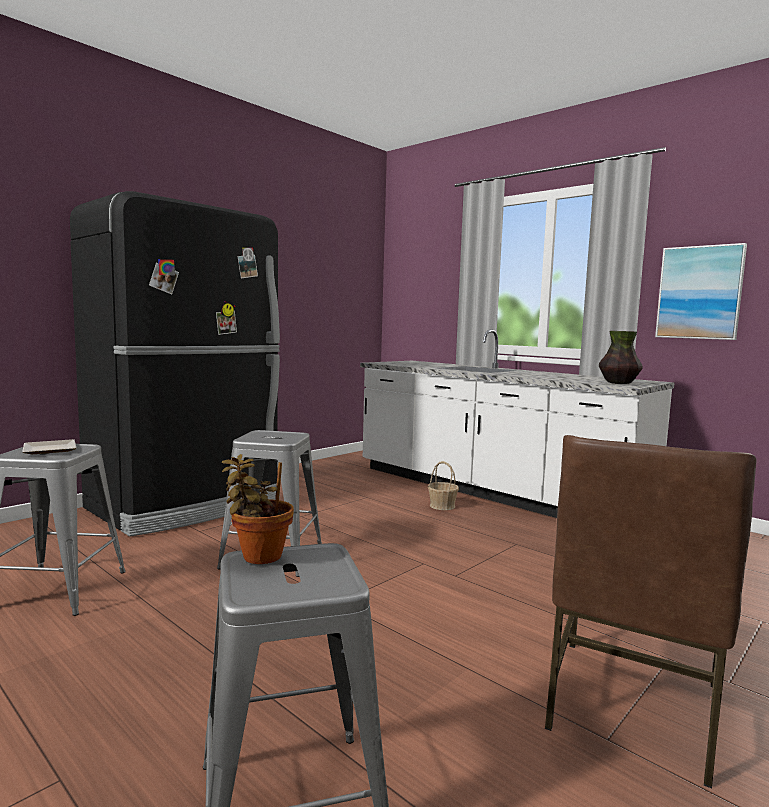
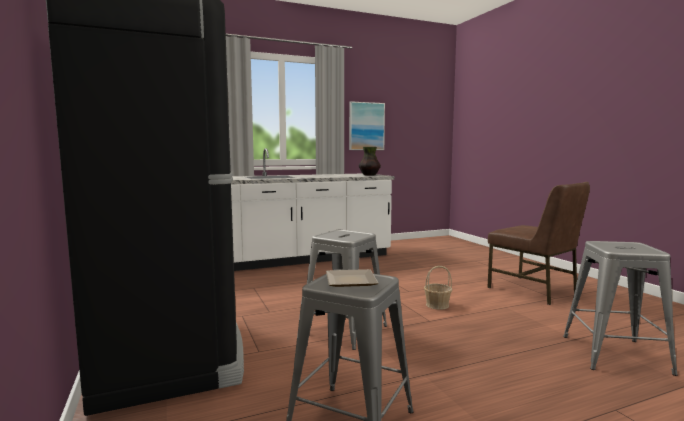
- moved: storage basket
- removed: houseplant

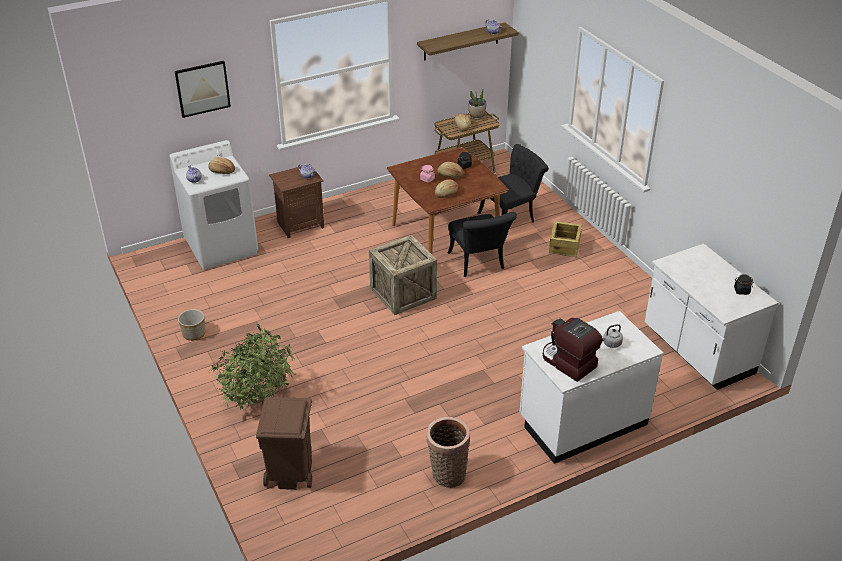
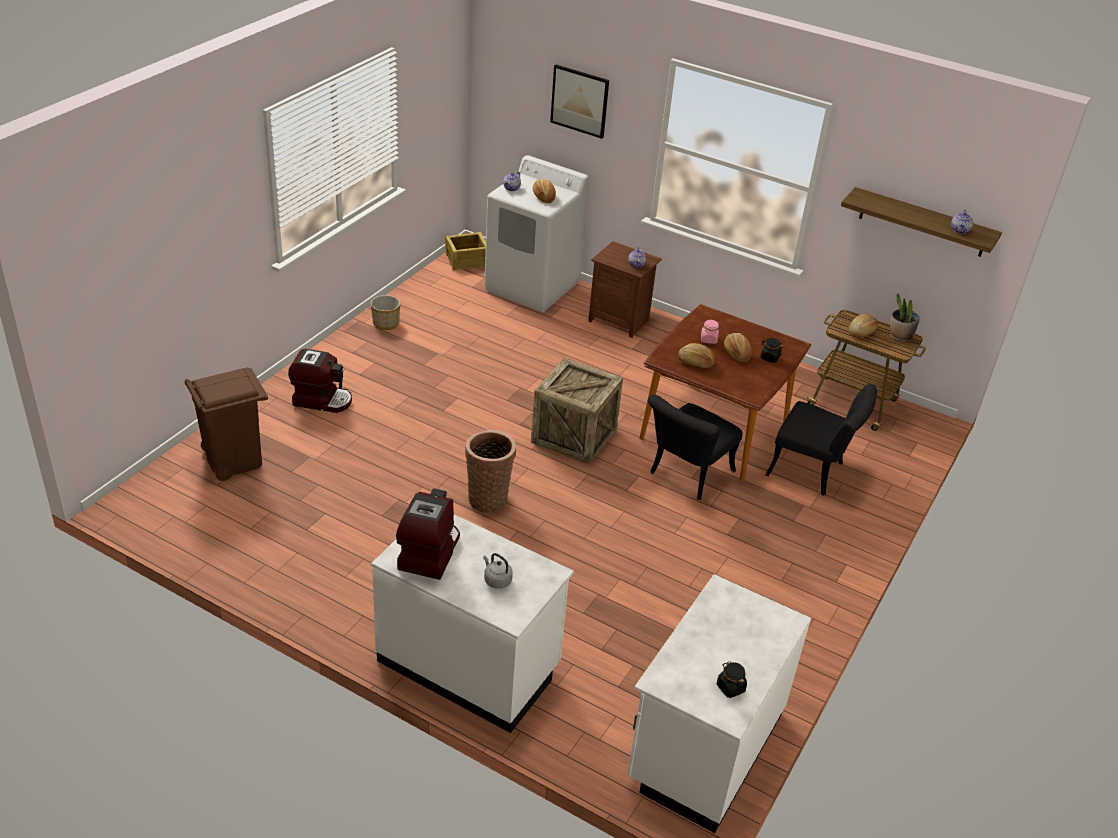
- replaced: houseplant (1st from left) to coffee brewer (1st from left)
- moved: crate (2nd from left in the first image) to crate (1st from left)
- moved: storage basket

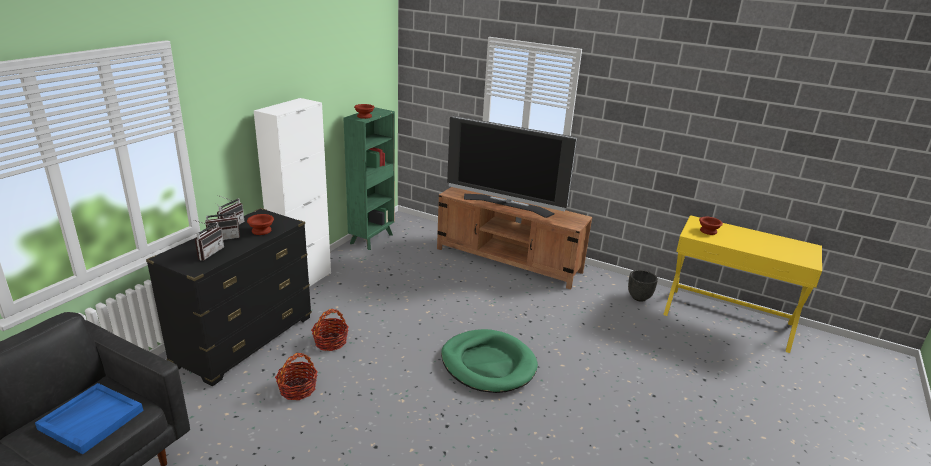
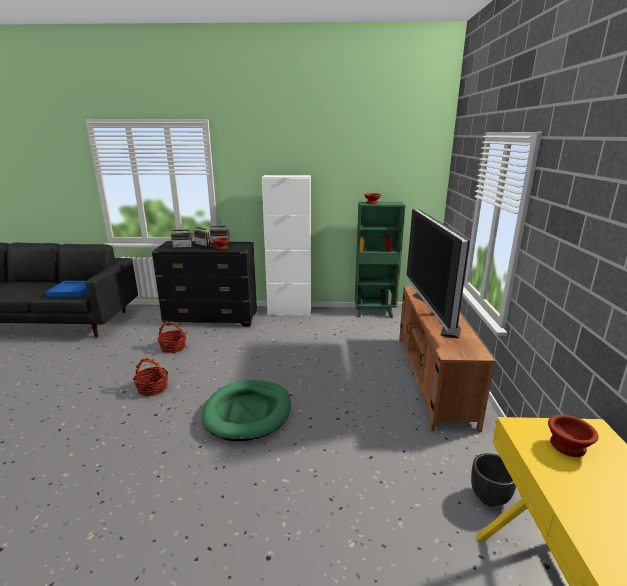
- moved: storage basket (2nd from left in the first image) to storage basket (1st from left)

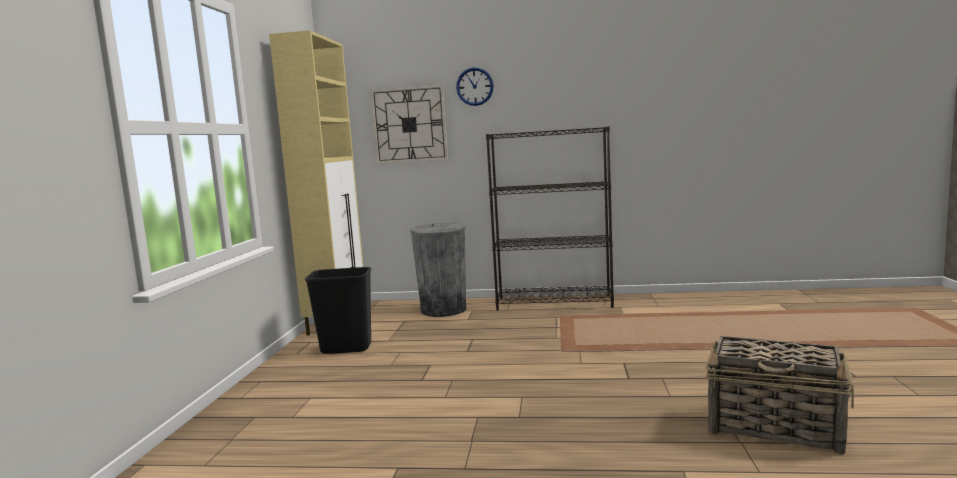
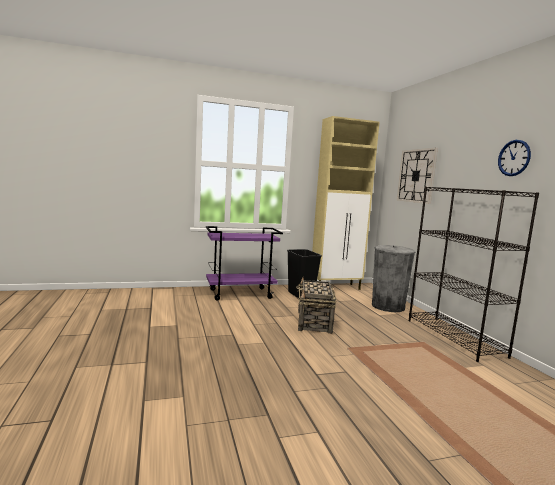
- added: purple-coloured cart
- moved: storage basket
- moved: wall clock (2nd from left)

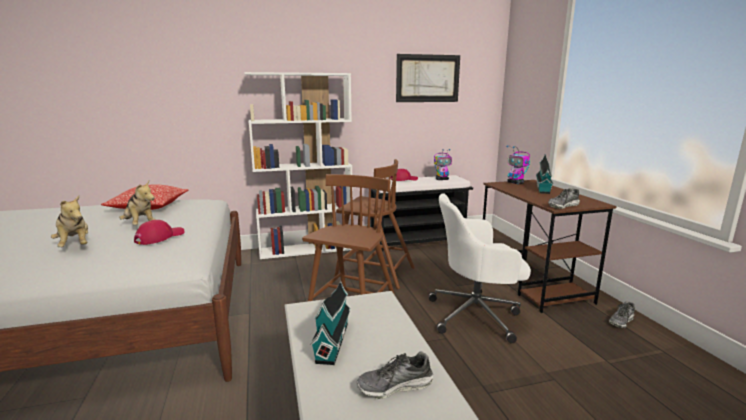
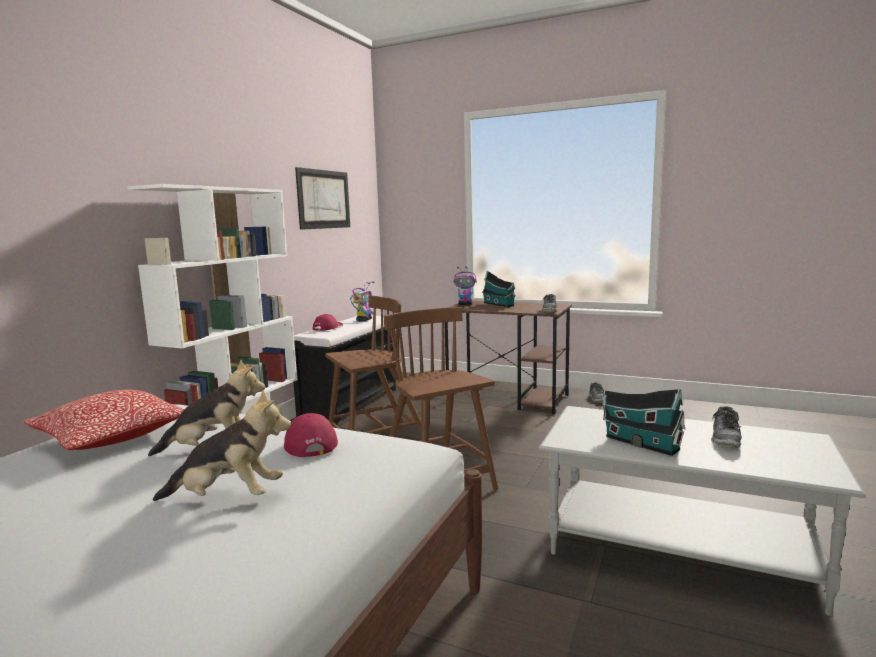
- removed: whitish office chair

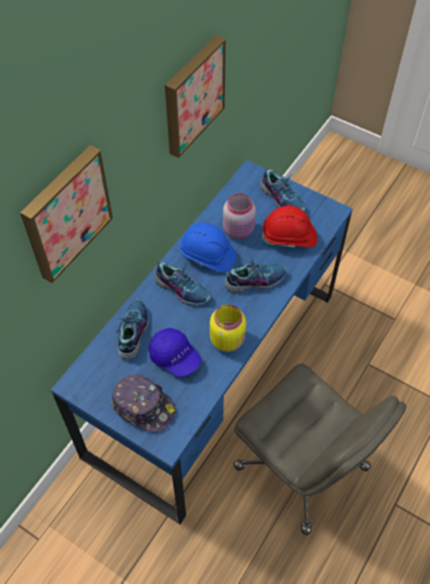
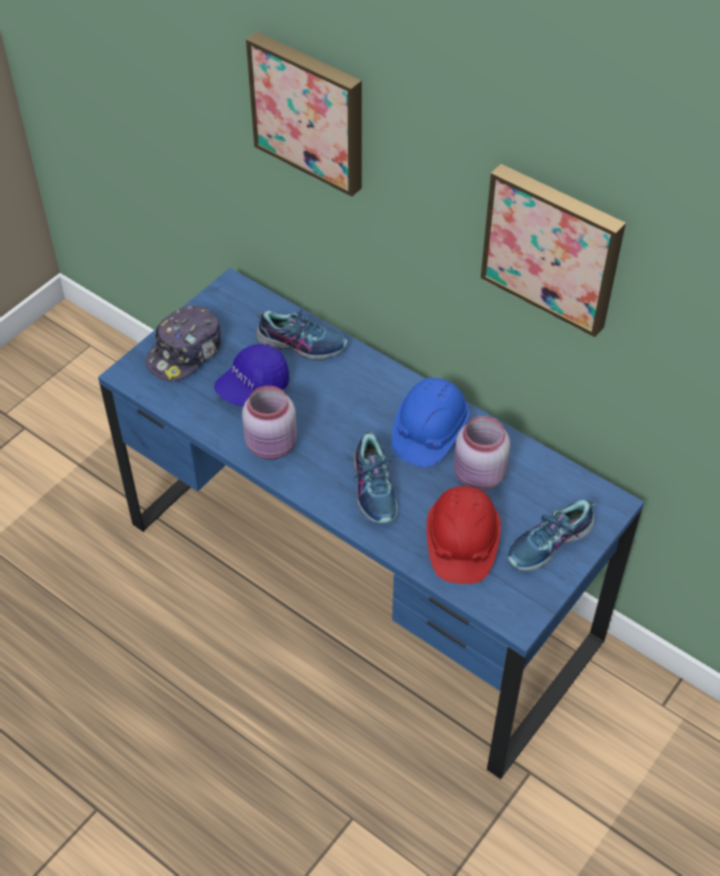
- recoloured: yellow-coloured storage jar to pink storage jar (1st from left)
- removed: item of footwear (2nd from left)
- removed: greyish office chair

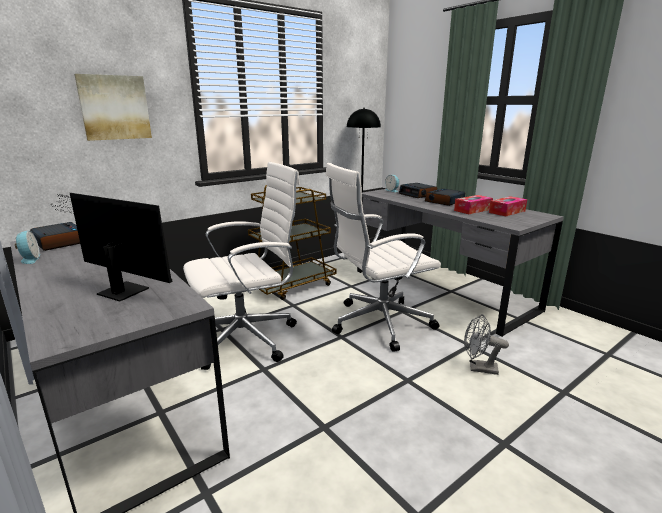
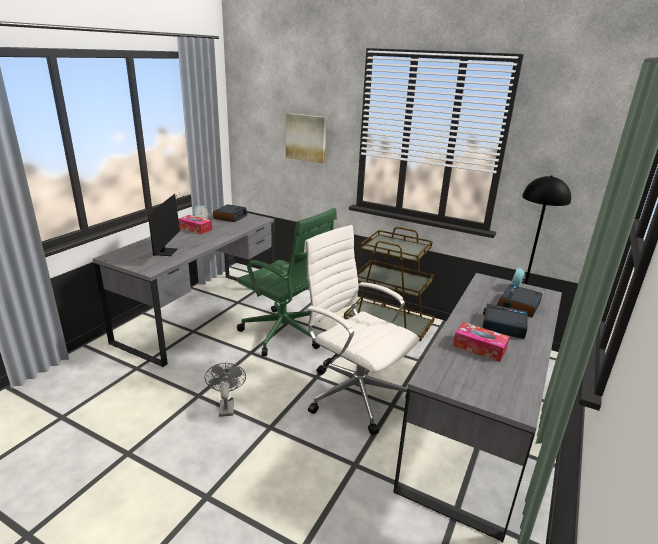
- moved: tissue holder (2nd from left in the first image) to tissue holder (1st from left)
- moved: greyish cooling fan
- recoloured: whitish office chair (1st from left) to green-coloured office chair

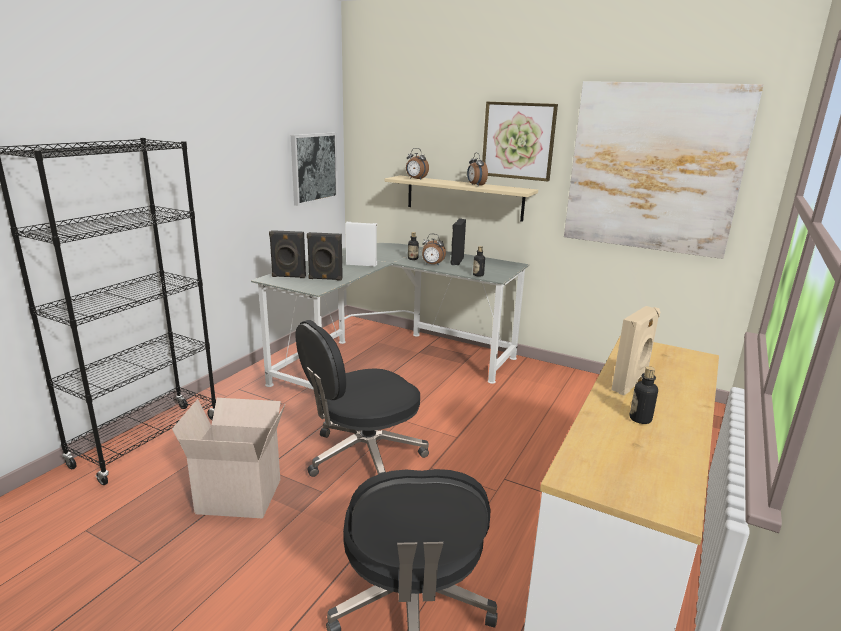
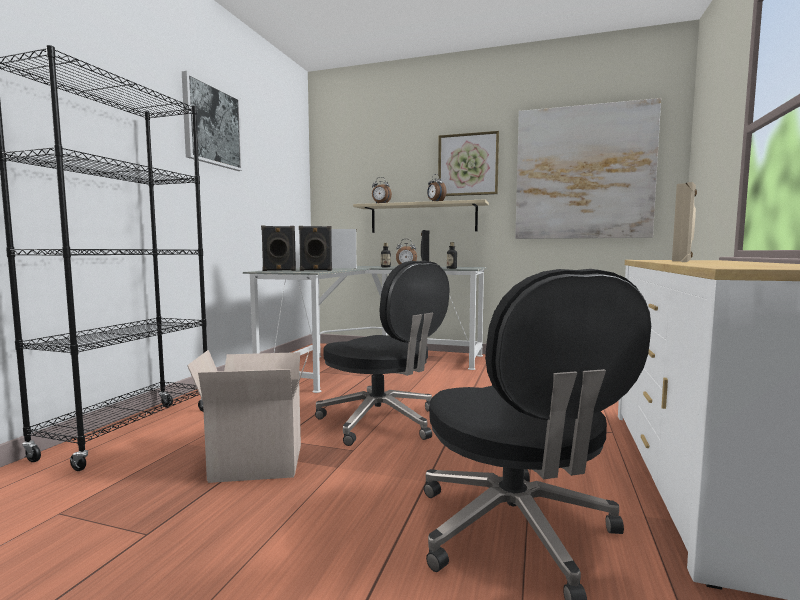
- moved: picture (1st from left)
- turned: blackish office chair (1st from left) 90 degrees counterclockwise
- removed: drink bottle (3rd from left)

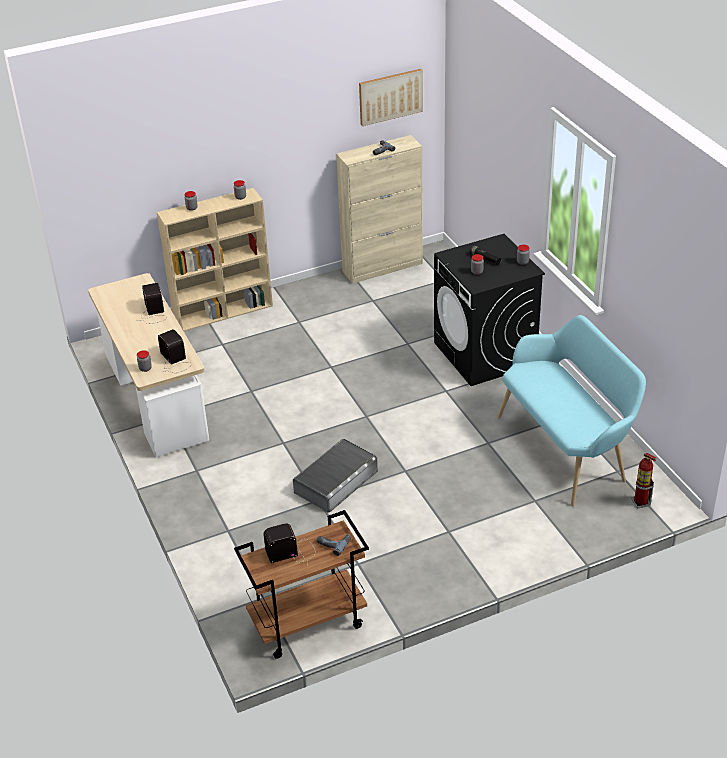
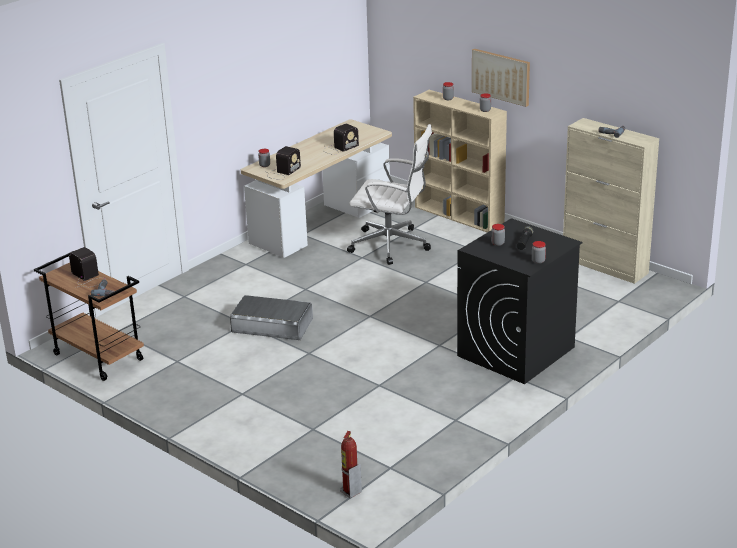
- added: whitish office chair
- moved: picture
- removed: blue-green long seat

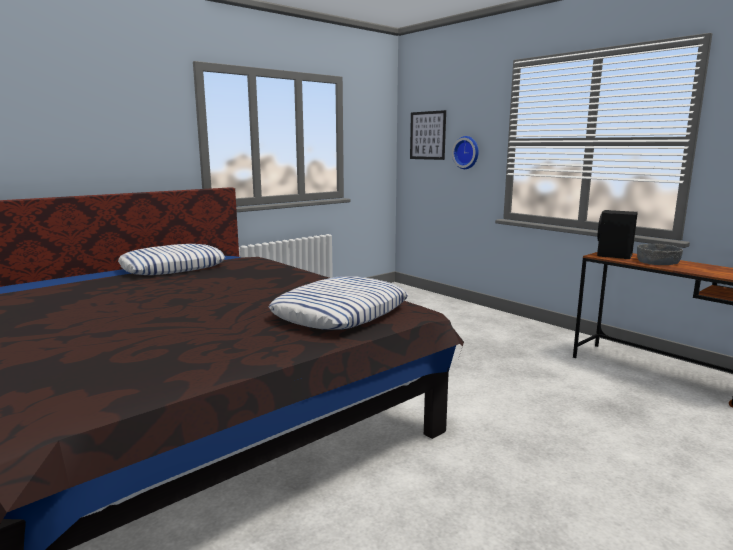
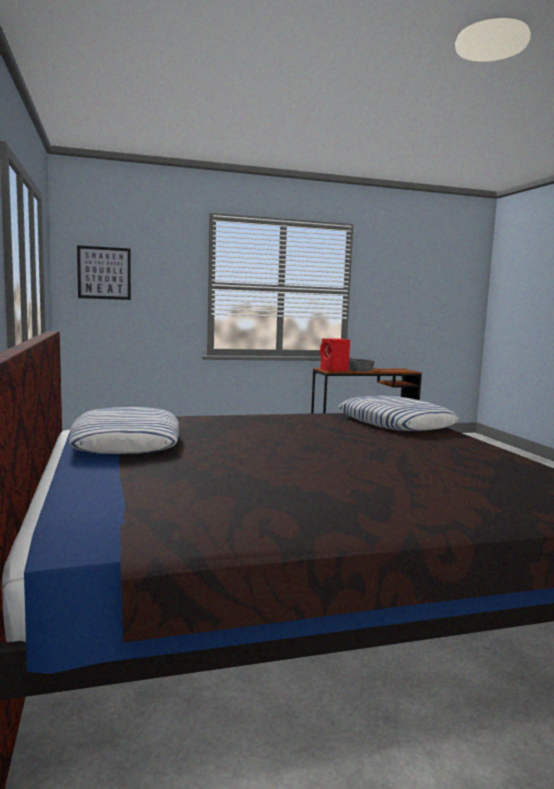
- recoloured: blackish audio speaker to red audio speaker
- removed: wall clock

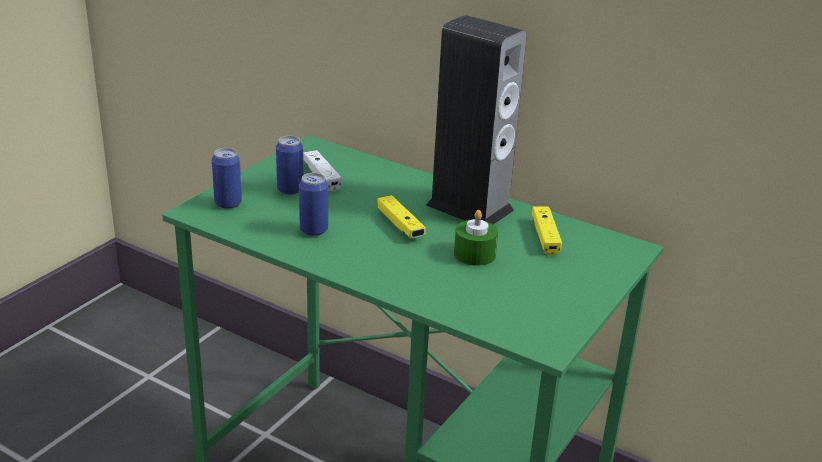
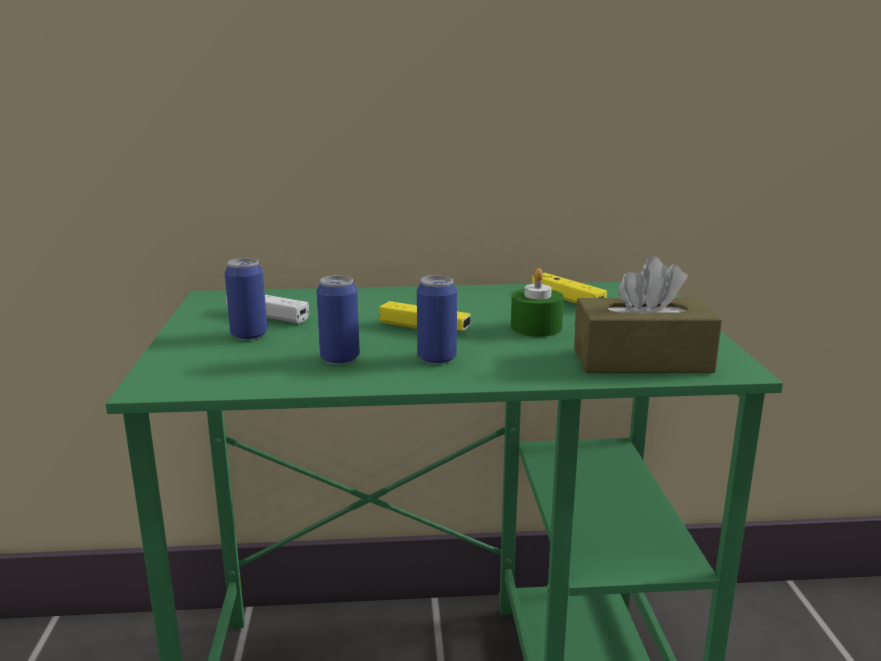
- moved: can (1st from left in the first image) to can (3rd from left)
- added: brown tissue holder
- removed: audio speaker

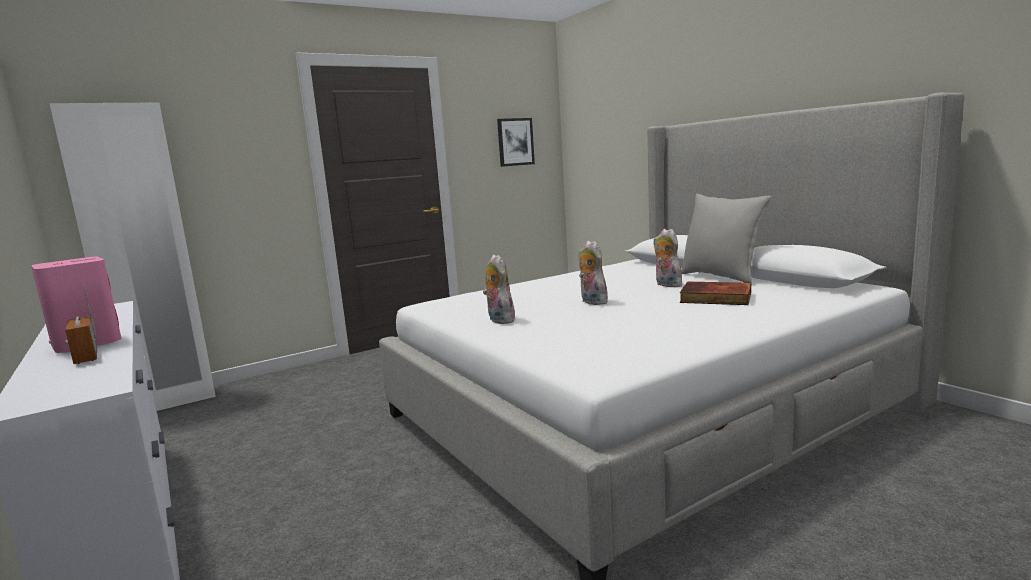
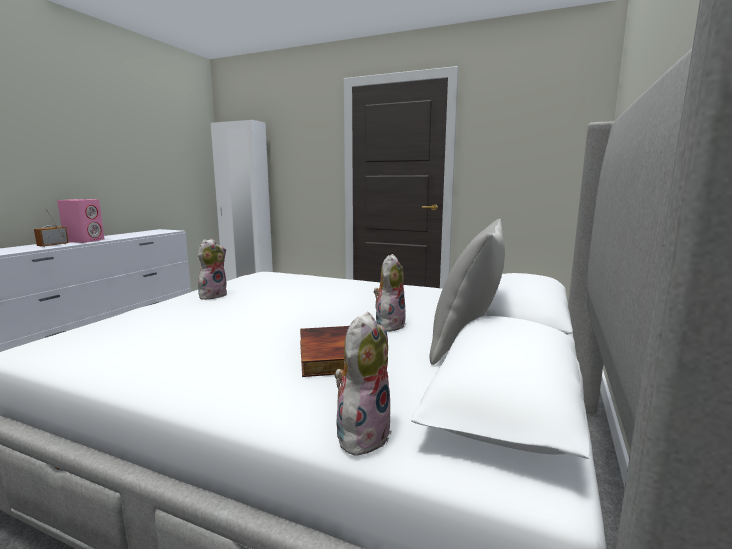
- moved: soft toy (2nd from left)
- removed: picture

